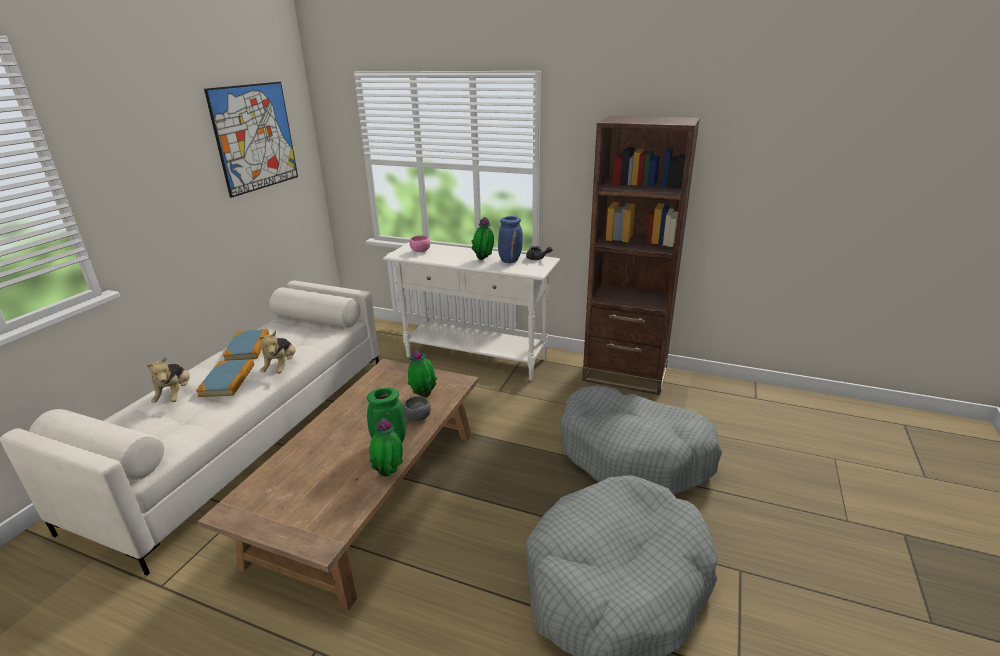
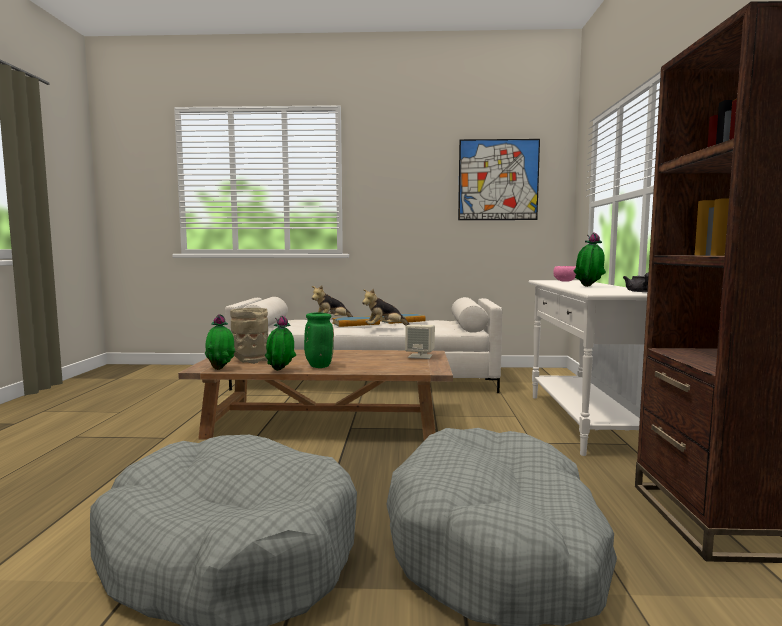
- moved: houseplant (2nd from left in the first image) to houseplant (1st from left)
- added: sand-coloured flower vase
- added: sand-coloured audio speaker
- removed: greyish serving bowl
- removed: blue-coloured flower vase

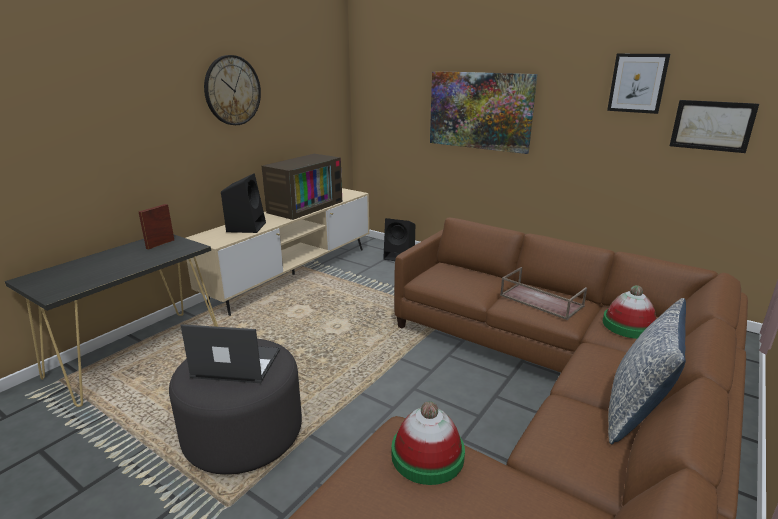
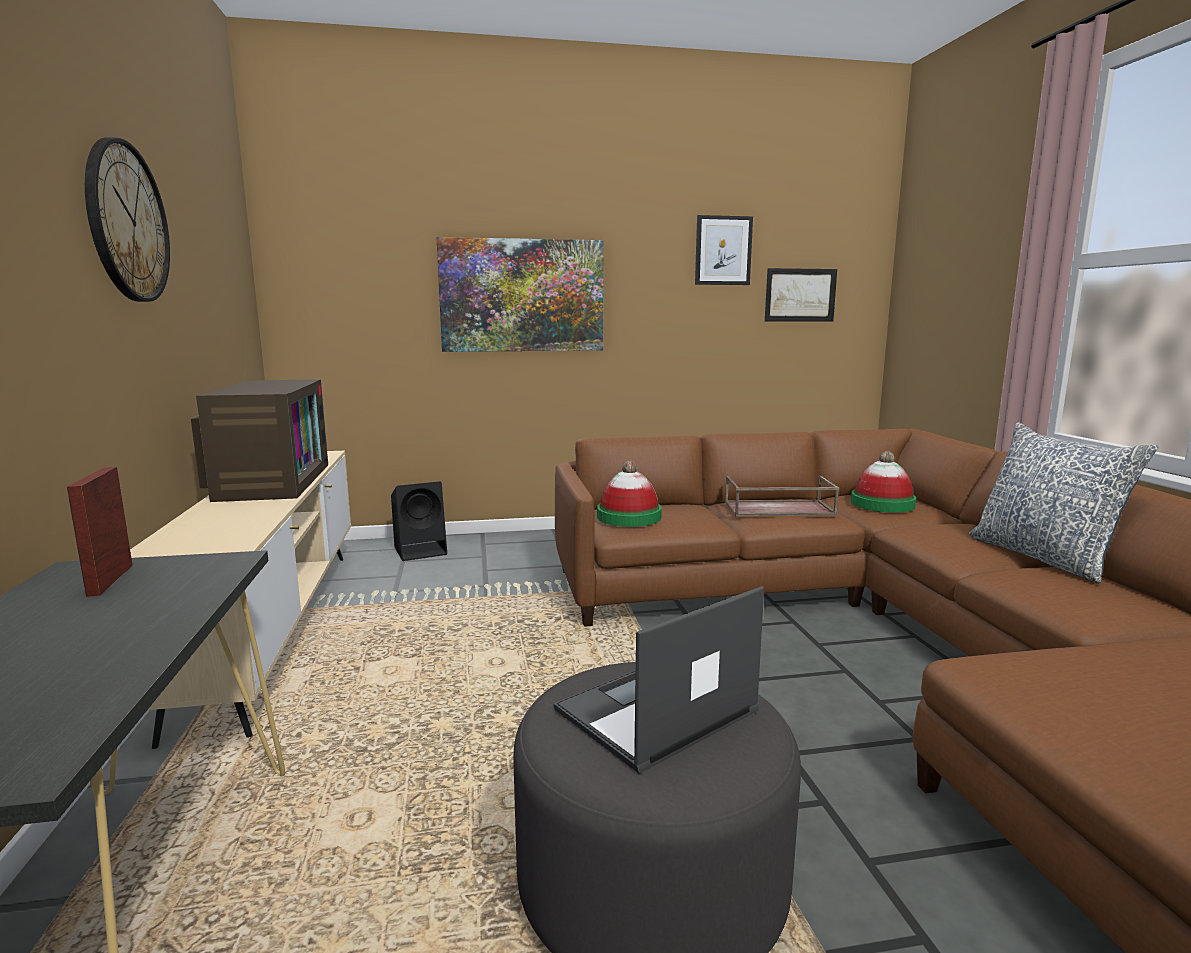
- moved: wearable hat (1st from left)
- removed: blackish audio speaker (1st from left)

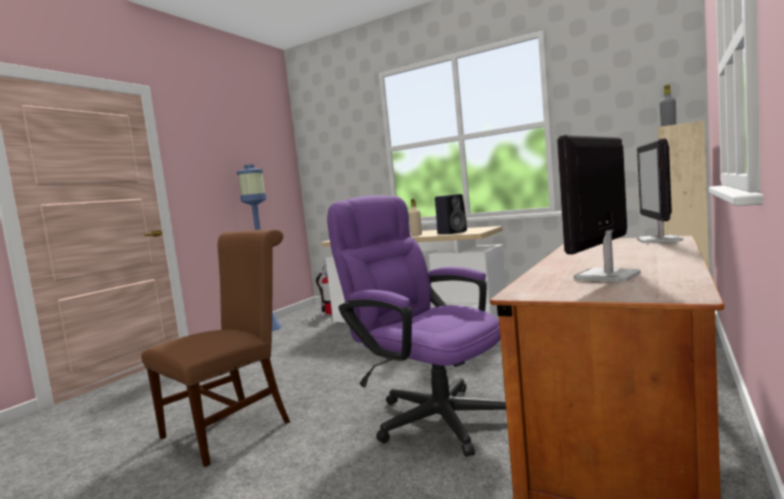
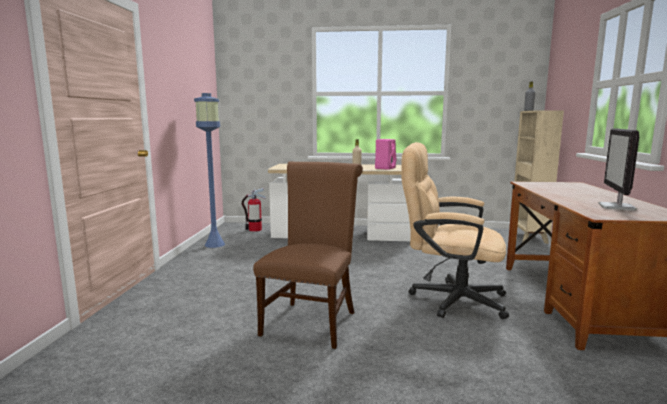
- recoloured: blackish audio speaker to pink audio speaker
- recoloured: purple-coloured office chair to sand-coloured office chair
- removed: computer screen (2nd from left)

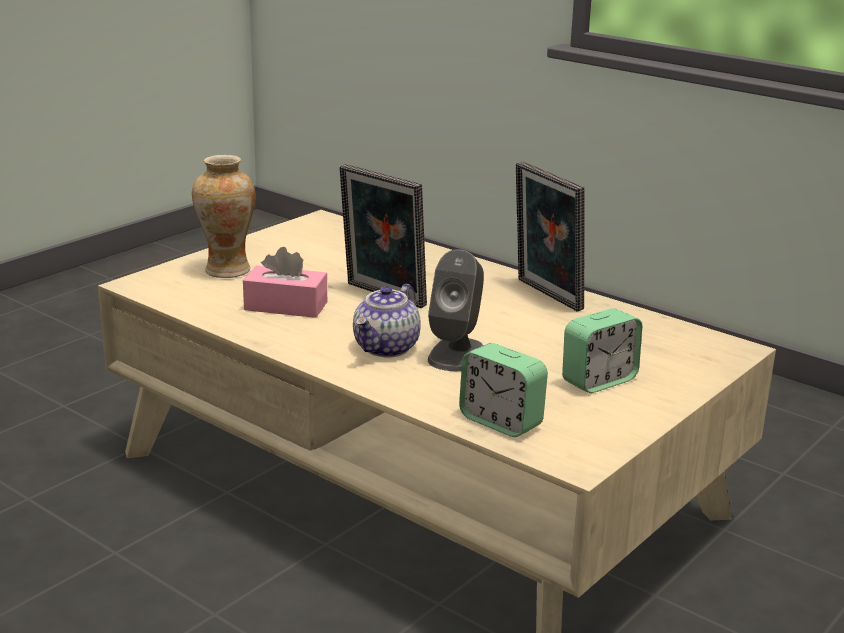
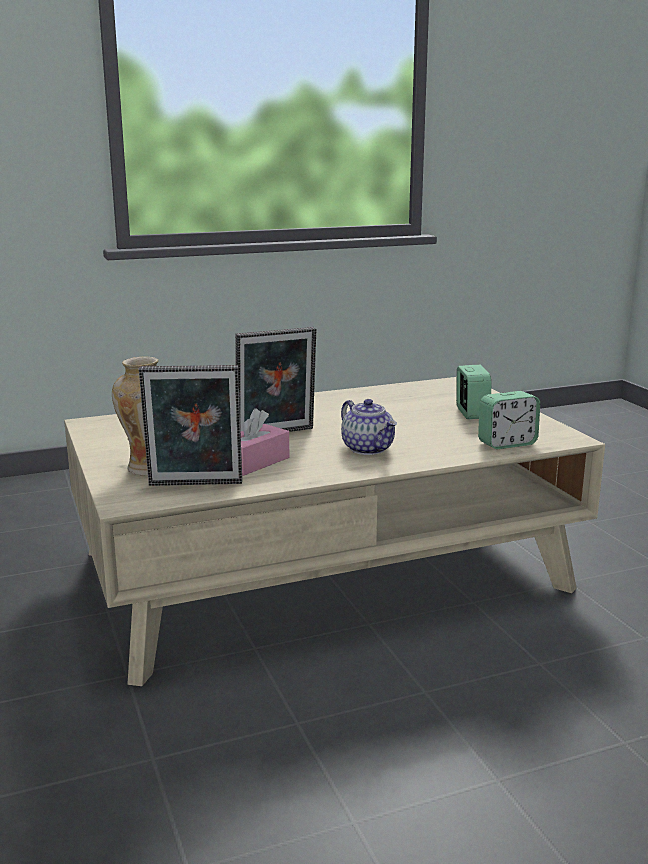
- moved: photo frame (2nd from left in the first image) to photo frame (1st from left)
- removed: greyish audio speaker

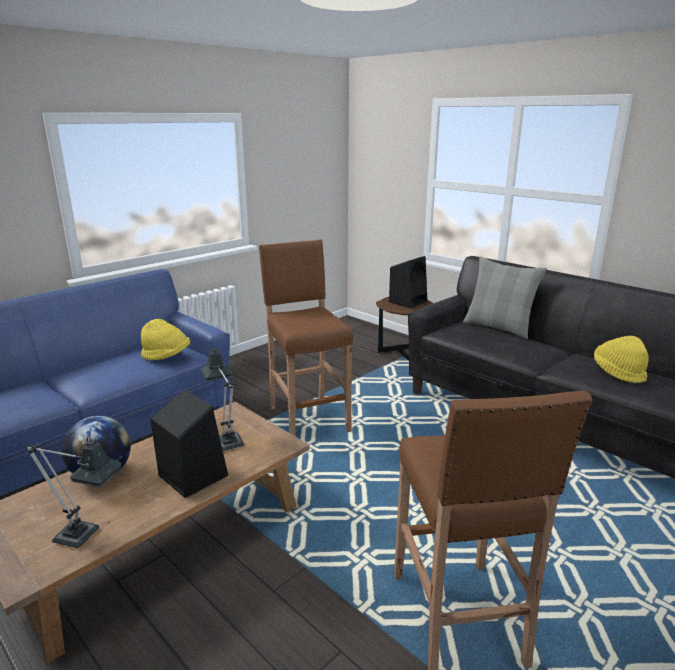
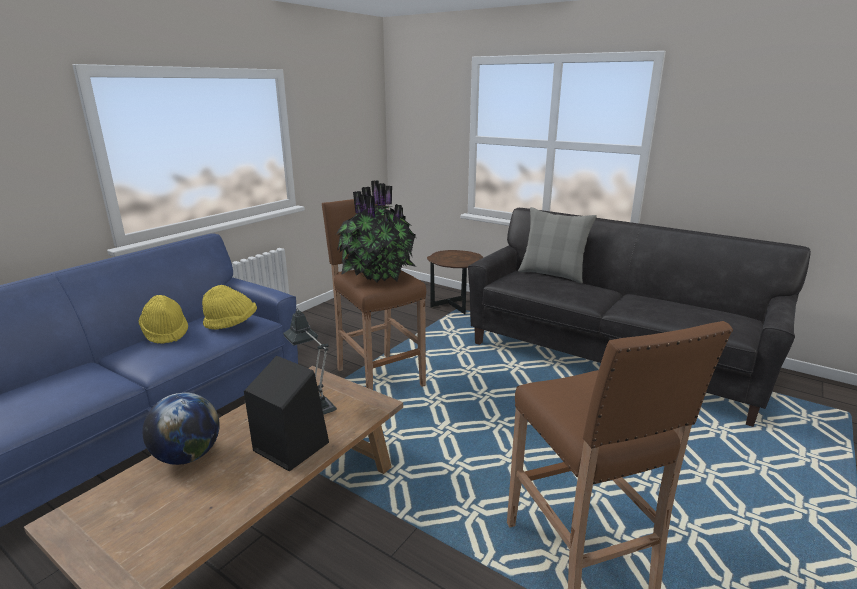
- moved: yellow-coloured wearable hat (2nd from left in the first image) to yellow-coloured wearable hat (1st from left)
- added: houseplant
- removed: tabletop lamp (1st from left)
- removed: blackish audio speaker (2nd from left)

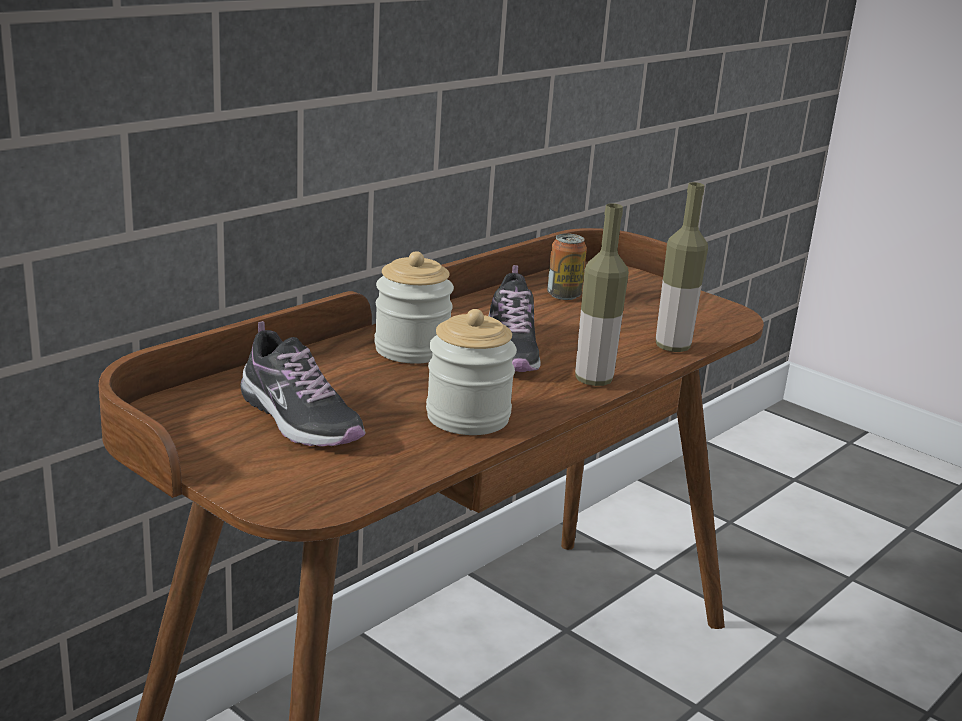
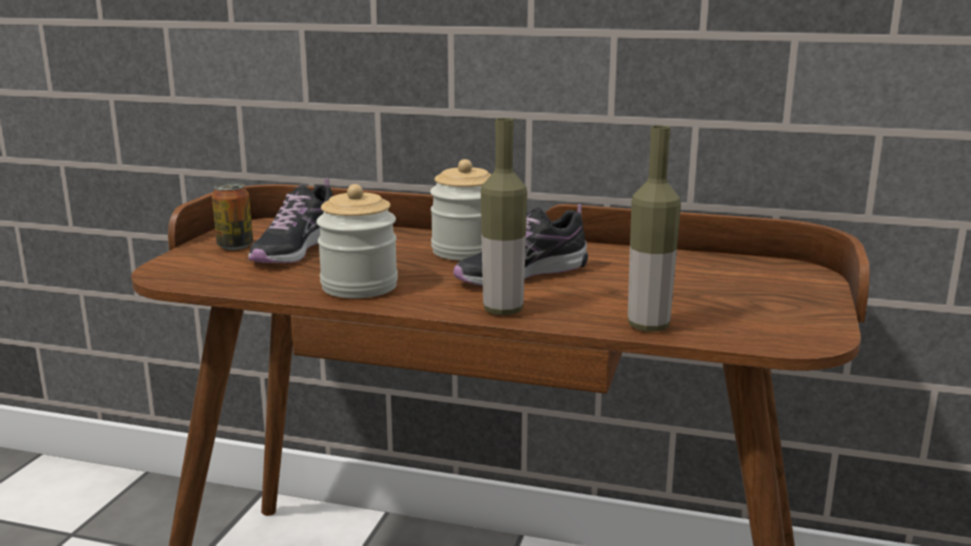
- moved: can

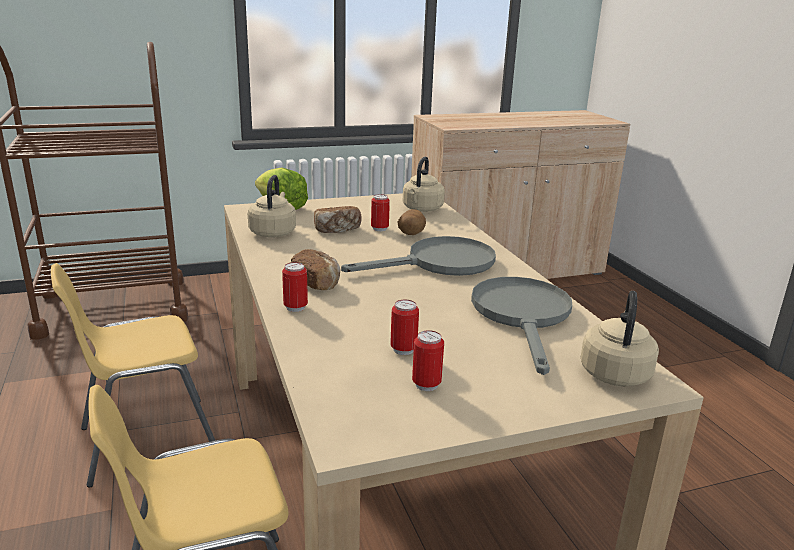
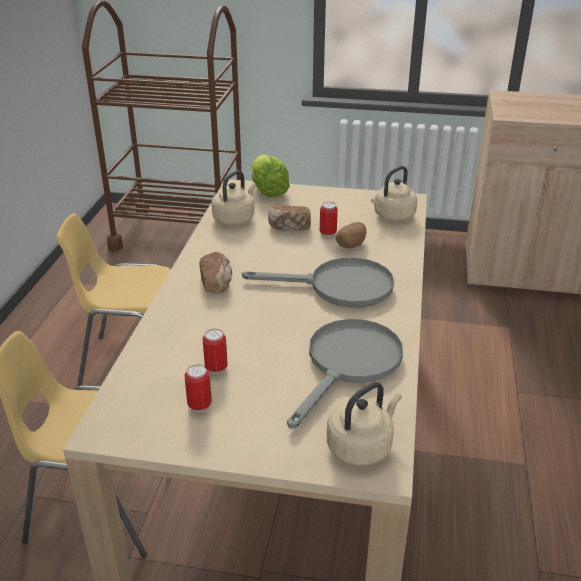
- removed: can (1st from left)

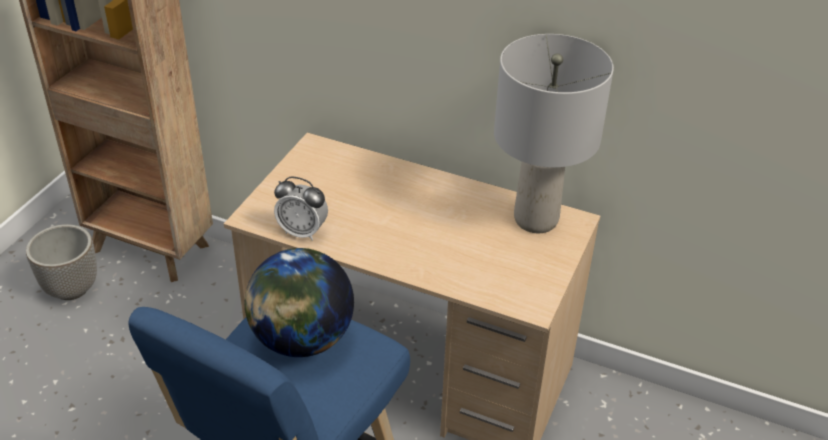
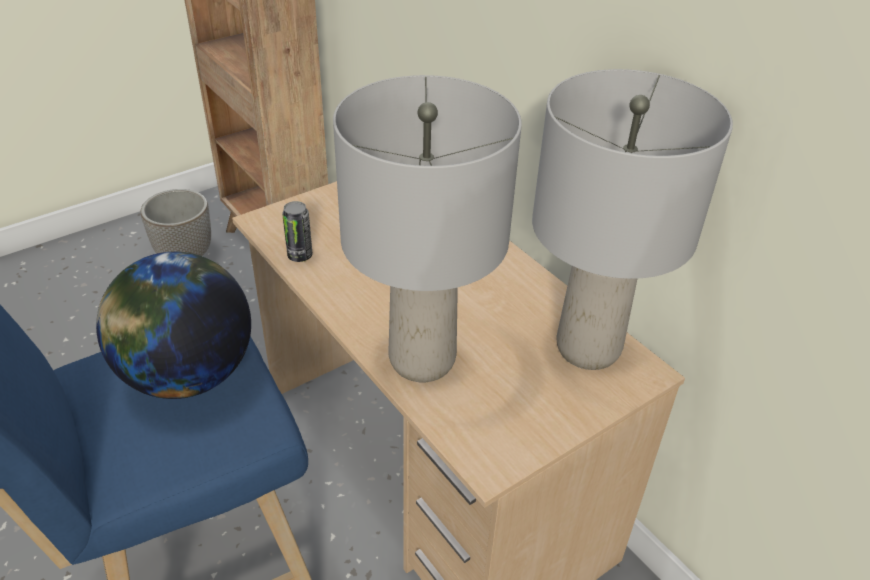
- replaced: table clock to can
- added: greyish tabletop lamp (1st from left)

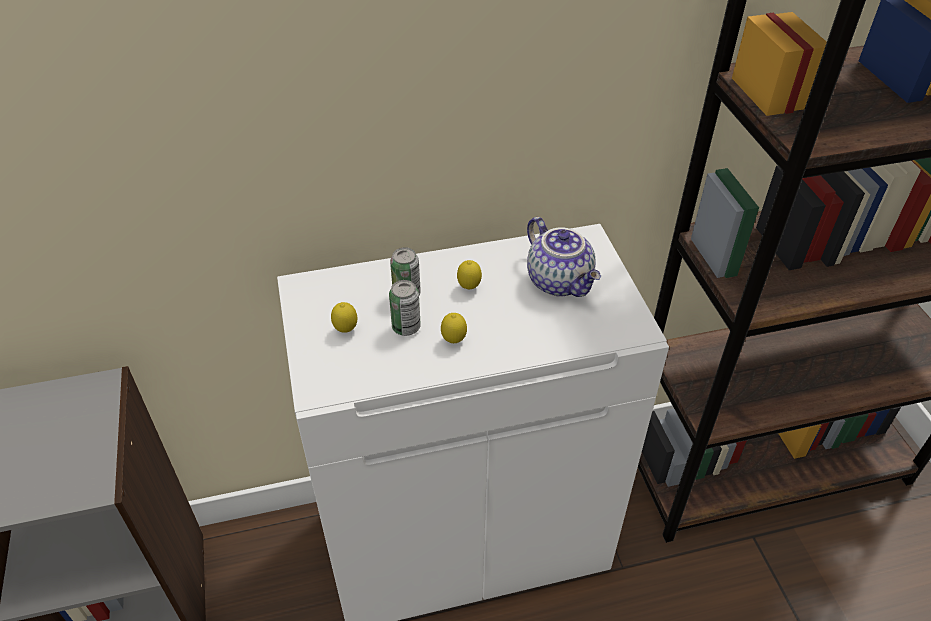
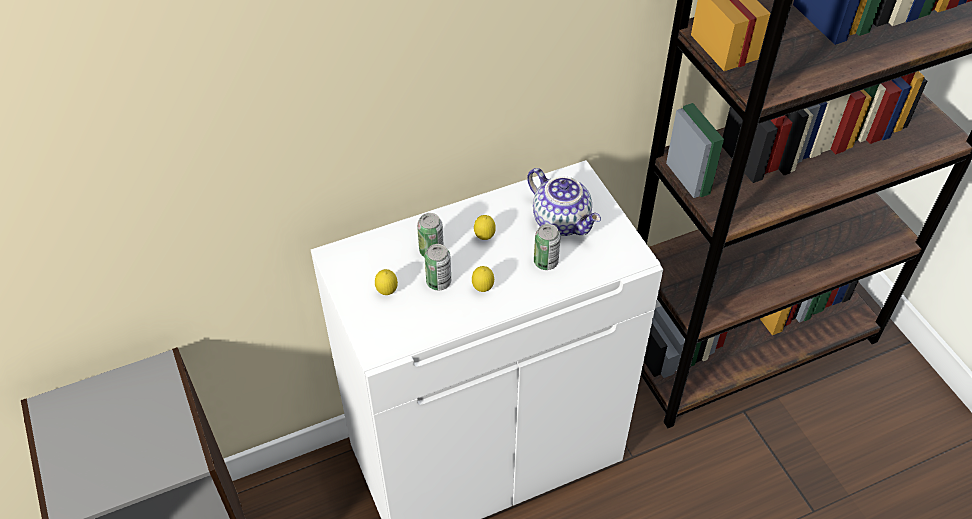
- added: can (3rd from left)

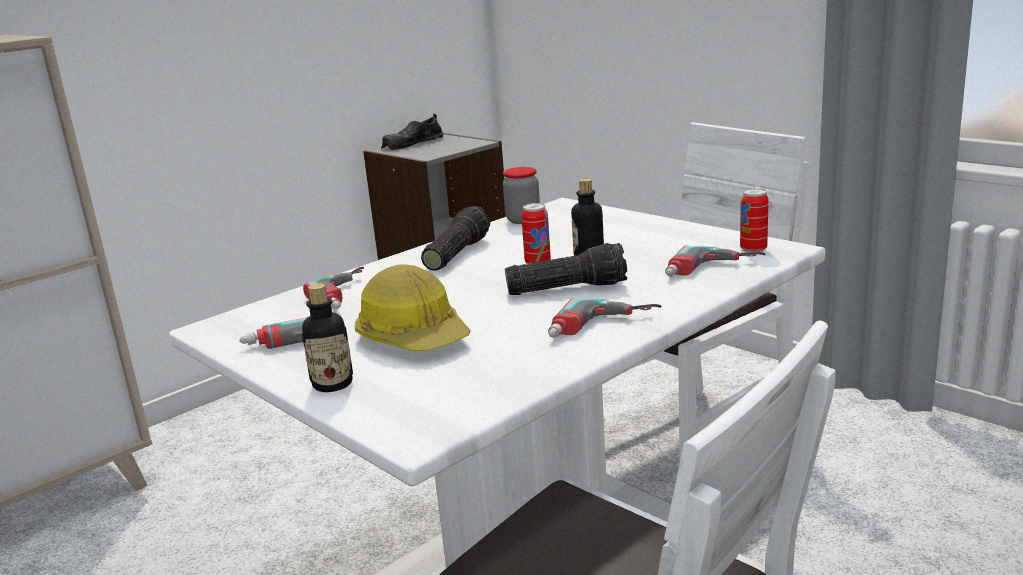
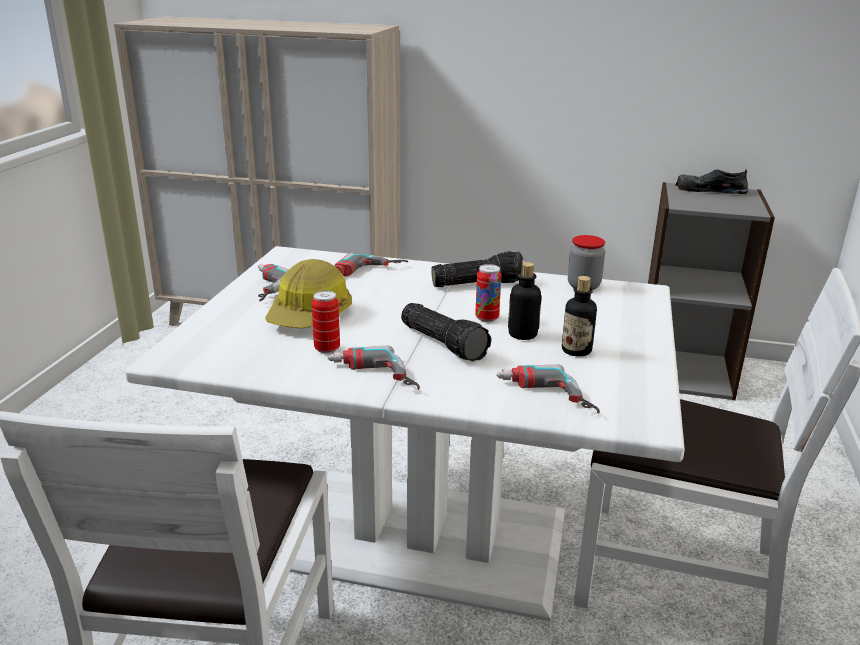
- moved: can (2nd from left in the first image) to can (1st from left)
- moved: drink bottle (1st from left in the first image) to drink bottle (2nd from left)

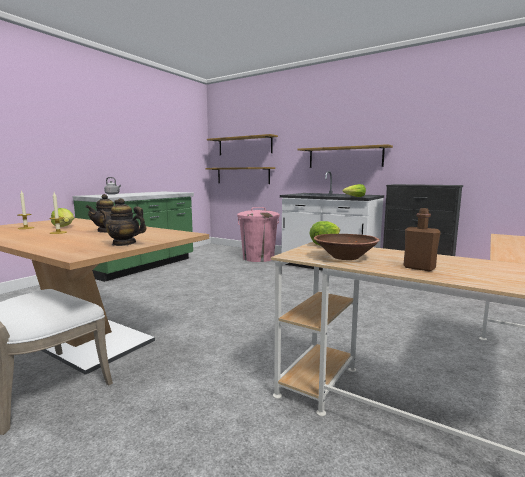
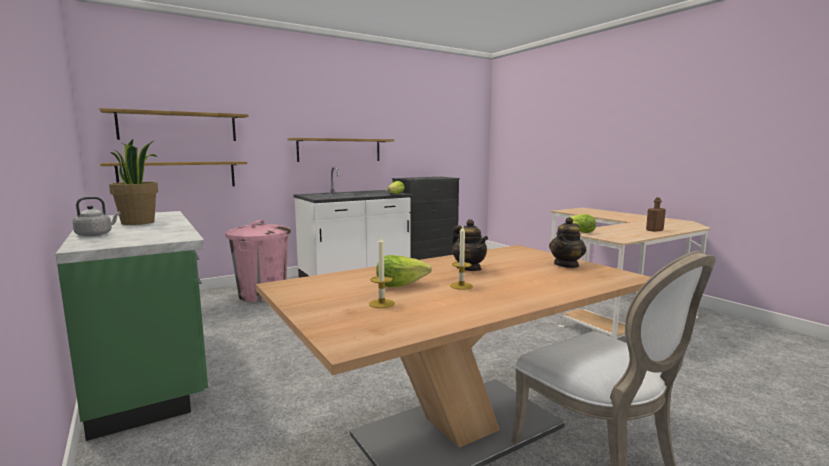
- added: houseplant
- removed: brown serving bowl

